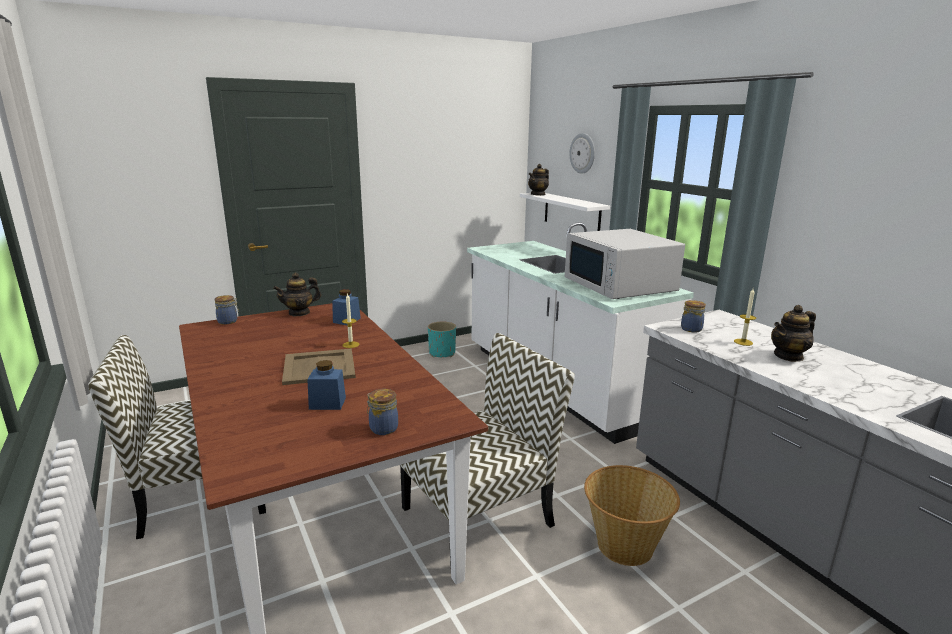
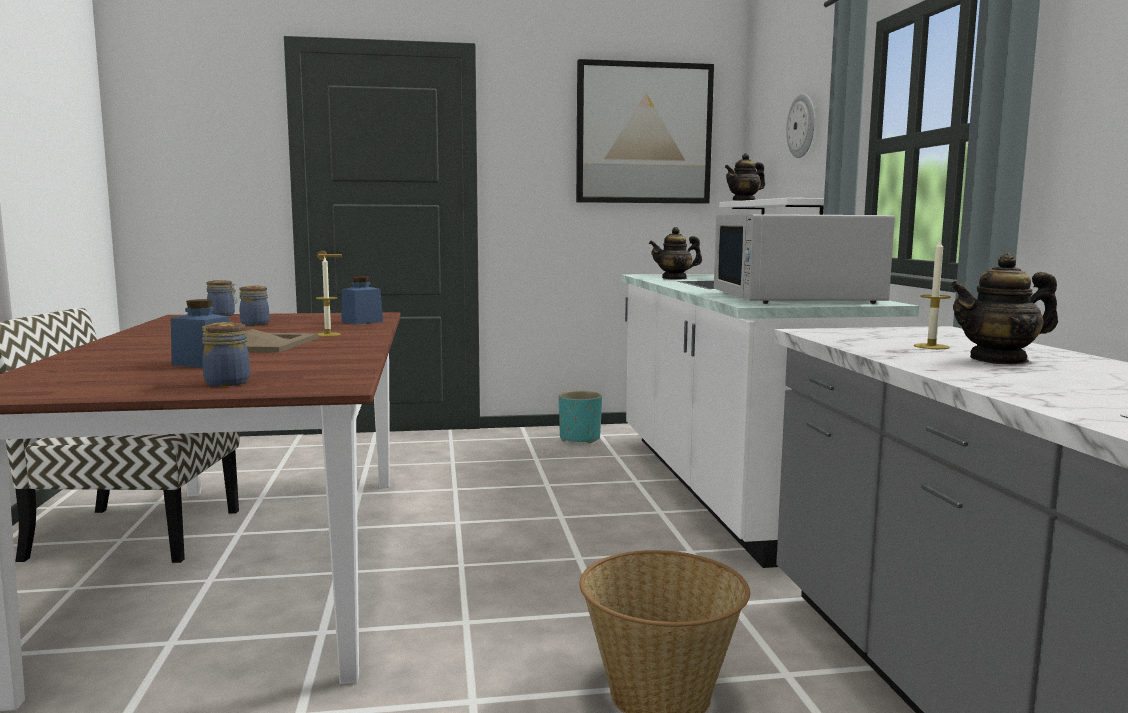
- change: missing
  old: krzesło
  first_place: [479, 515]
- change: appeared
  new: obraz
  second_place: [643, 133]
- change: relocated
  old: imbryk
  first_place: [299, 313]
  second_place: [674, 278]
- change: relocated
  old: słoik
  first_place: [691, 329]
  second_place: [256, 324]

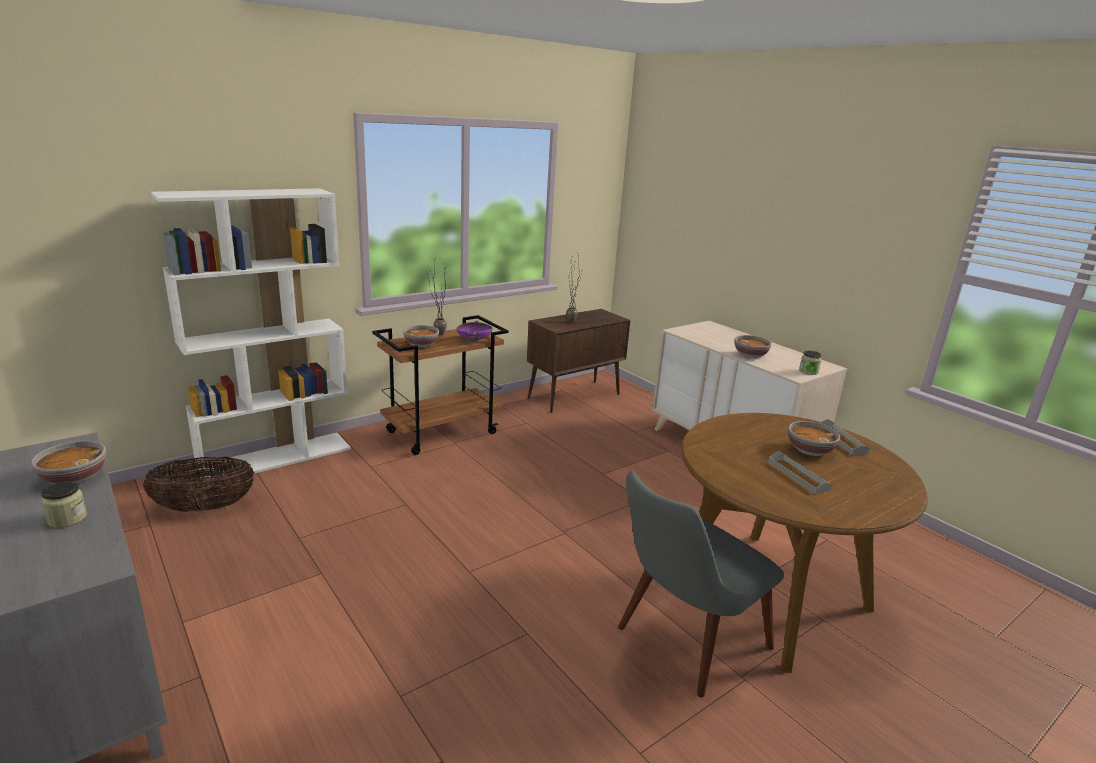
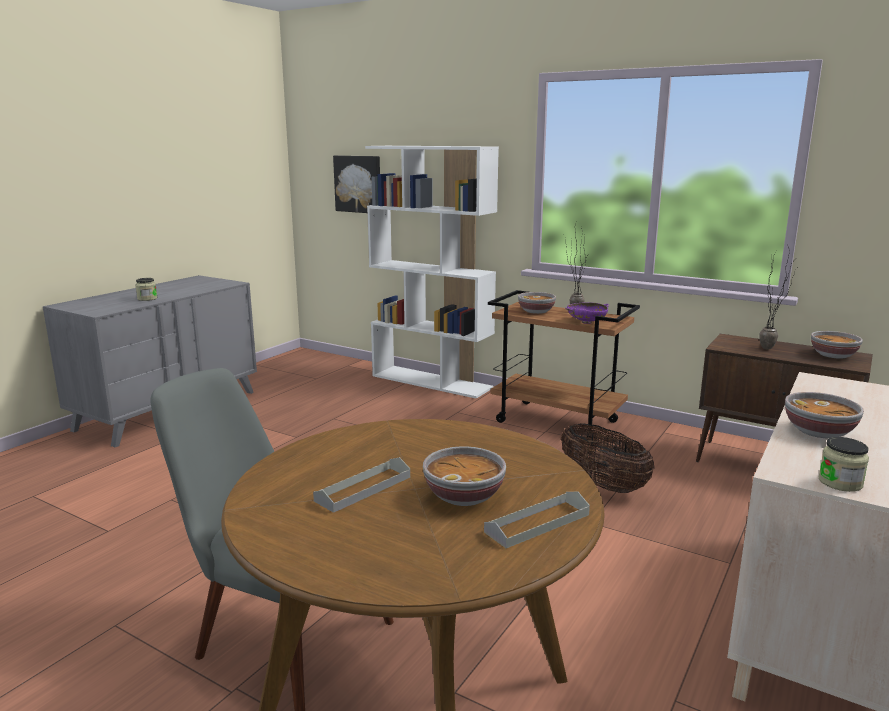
- change: appeared
  new: obraz
  second_place: [358, 184]
- change: relocated
  old: miska
  first_place: [73, 477]
  second_place: [832, 355]
- change: relocated
  old: koszyk
  first_place: [204, 507]
  second_place: [603, 484]

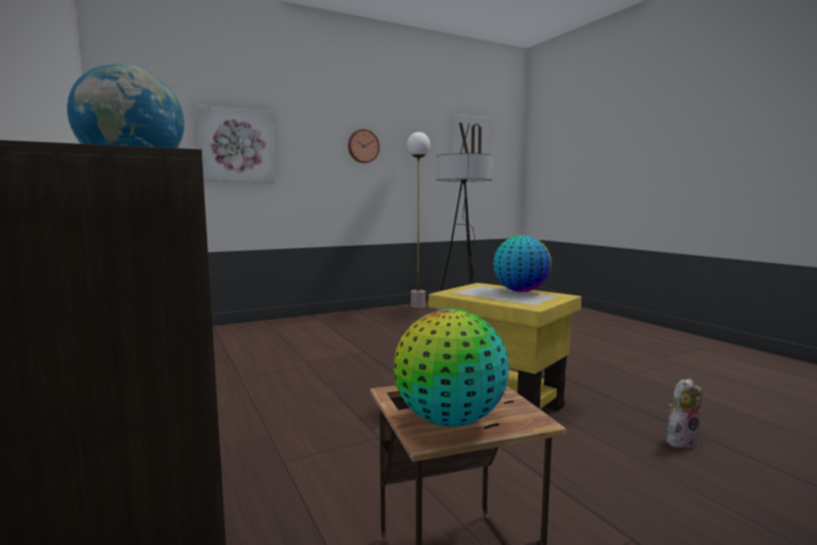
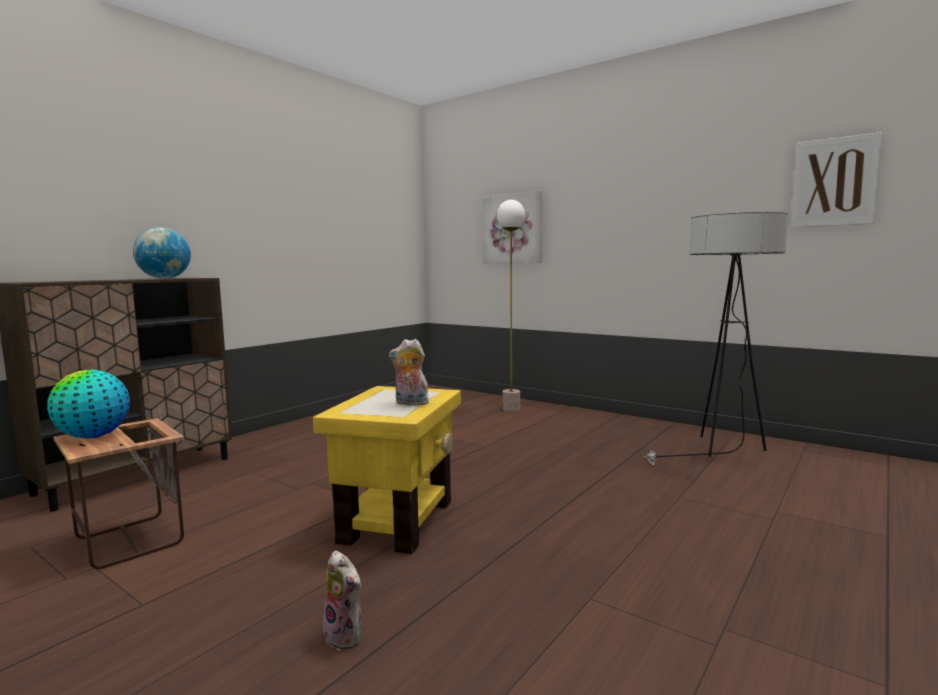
- change: missing
  old: zegar ścienny
  first_place: [363, 146]
- change: relocated
  old: lampa stojąca
  first_place: [418, 306]
  second_place: [511, 409]
- change: exchanged
  old: globus
  new: pluszak
  first_place: [520, 291]
  second_place: [410, 403]

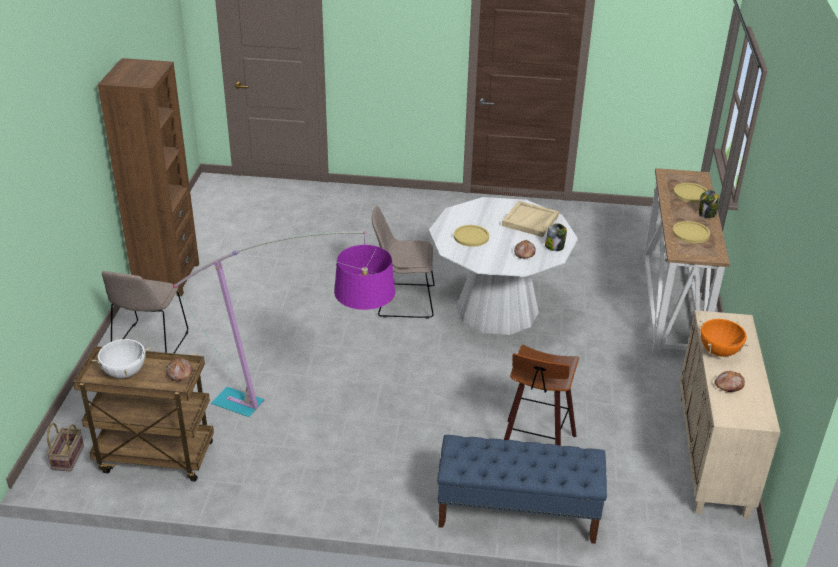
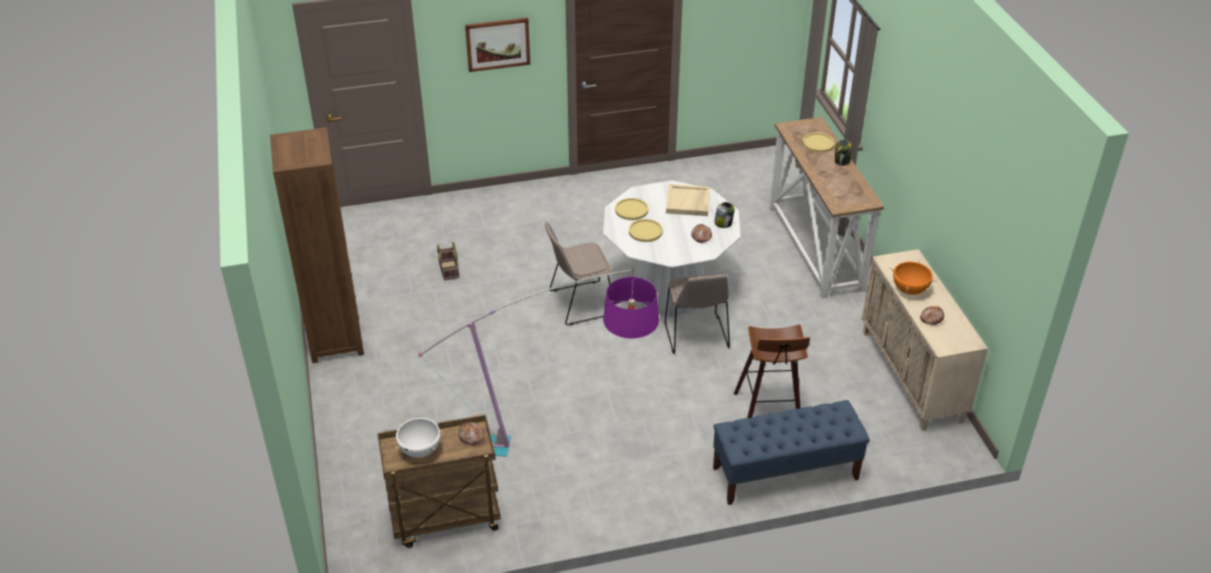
- change: appeared
  new: obraz
  second_place: [497, 44]
- change: relocated
  old: koszyk
  first_place: [67, 457]
  second_place: [448, 270]
- change: relocated
  old: krzesło/beżowy
  first_place: [149, 345]
  second_place: [696, 336]
- change: relocated
  old: talerz/żółty
  first_place: [691, 233]
  second_place: [631, 210]

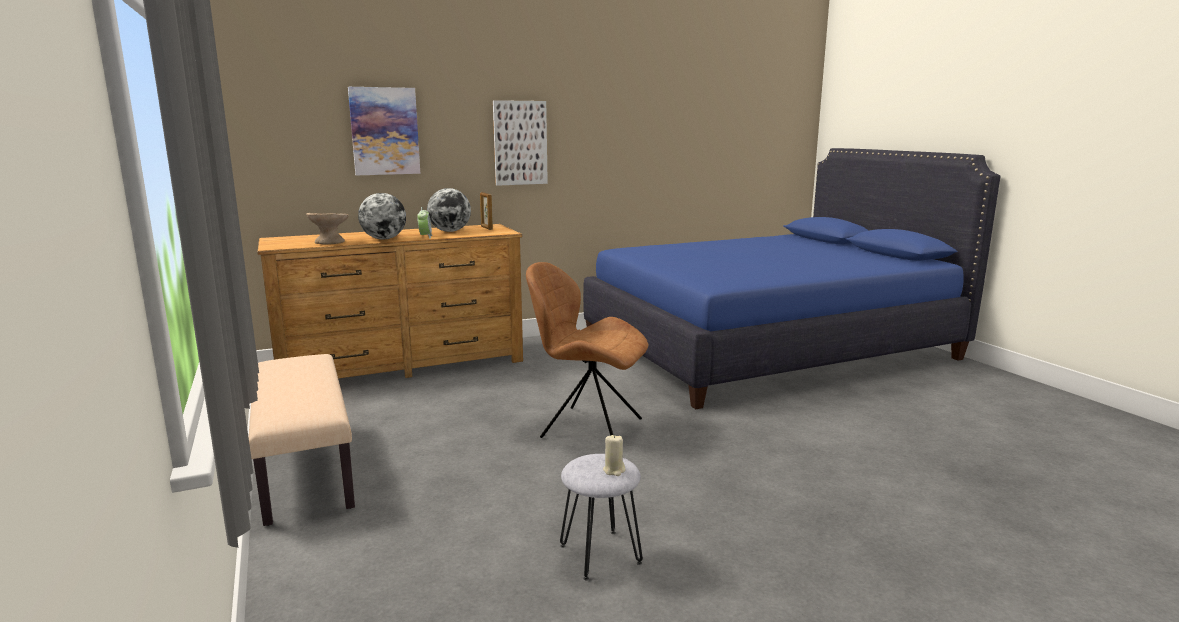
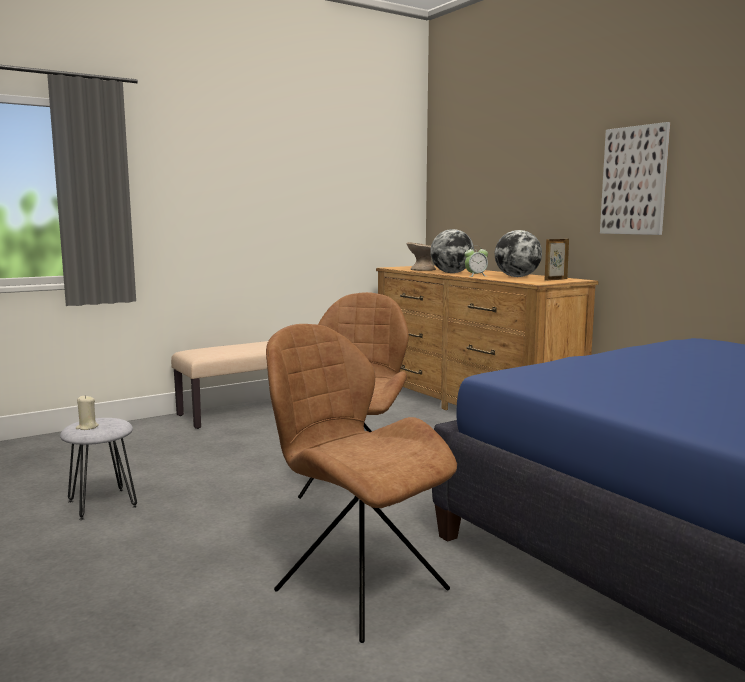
- change: missing
  old: obraz
  first_place: [384, 131]
- change: appeared
  new: krzesło/brązowy
  second_place: [357, 587]

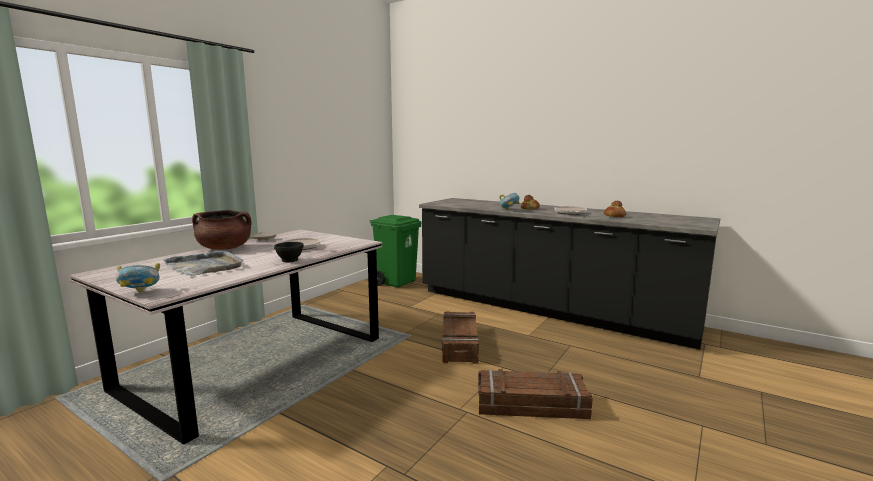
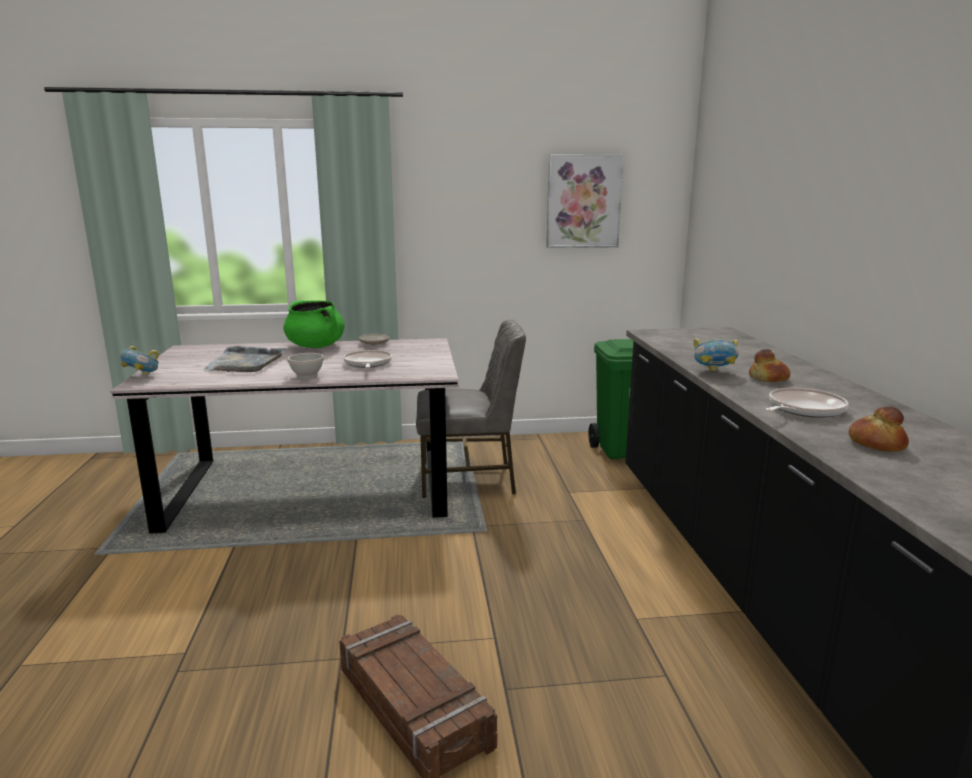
- change: missing
  old: skrzynka
  first_place: [460, 344]
- change: appeared
  new: krzesło/szary
  second_place: [469, 479]
- change: appeared
  new: obraz
  second_place: [583, 201]
- change: colour
  old: garnek/brązowy
  new: garnek/zielony
  first_place: [224, 248]
  second_place: [316, 346]
- change: colour
  old: miska/czarny
  new: miska/biały
  first_place: [289, 260]
  second_place: [306, 376]

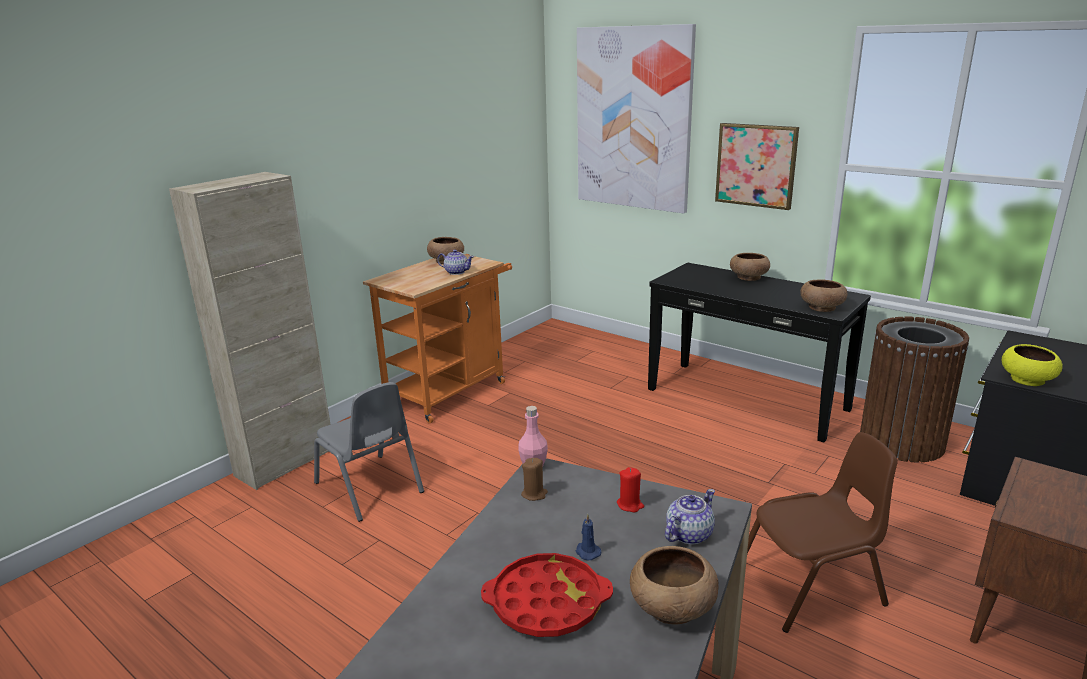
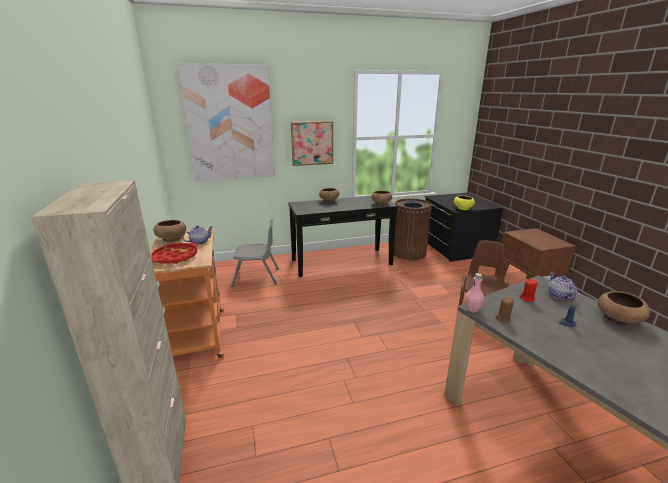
- change: relocated
  old: krzesło/szary
  first_place: [369, 487]
  second_place: [256, 277]
- change: relocated
  old: taca/czerwony
  first_place: [547, 602]
  second_place: [175, 257]

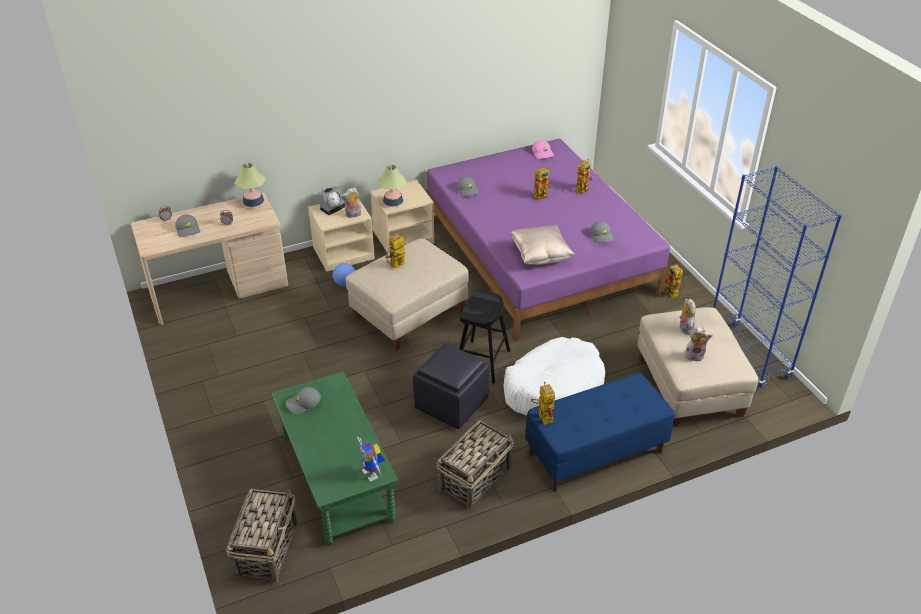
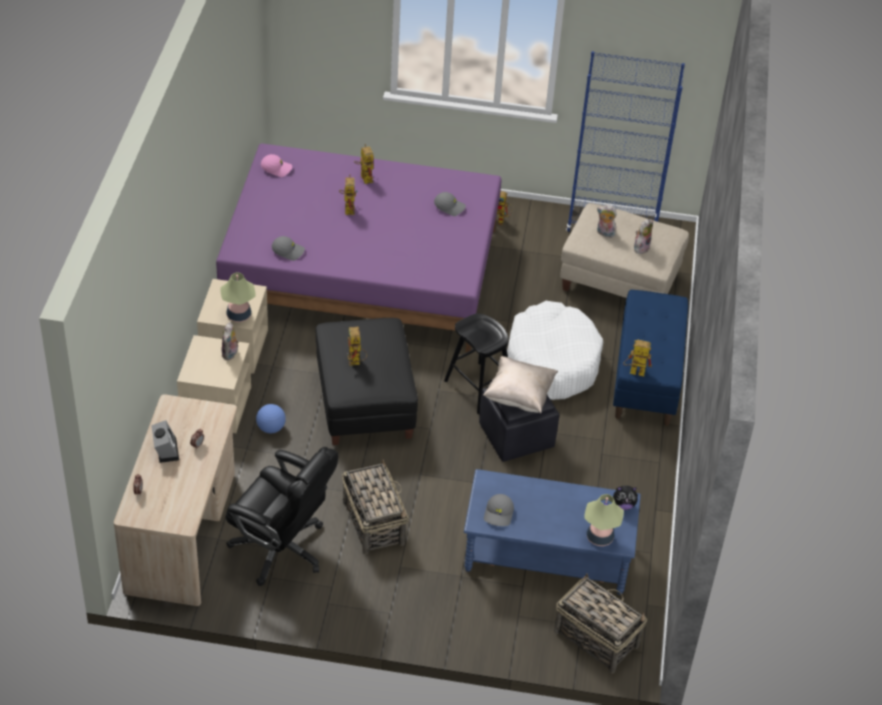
- change: missing
  old: czapka z daszkiem/szary
  first_place: [188, 229]
- change: appeared
  new: krzesło biurowe/czarny
  second_place: [281, 549]
- change: relocated
  old: lampa stołowa
  first_place: [253, 203]
  second_place: [599, 537]
- change: relocated
  old: budzik
  first_place: [332, 207]
  second_place: [165, 449]
- change: relocated
  old: koszyk
  first_place: [475, 478]
  second_place: [373, 522]
- change: relocated
  old: poduszka/beżowy
  first_place: [540, 256]
  second_place: [519, 396]
- change: exchanged
  old: robot zabawkowy
  new: pluszak
  first_place: [373, 474]
  second_place: [623, 505]
- change: colour
  old: ława/zielony
  new: ława/niebieski
  first_place: [337, 478]
  second_place: [547, 555]
- change: colour
  old: pufa/beżowy
  new: pufa/czarny
  first_place: [409, 314]
  second_place: [365, 404]

